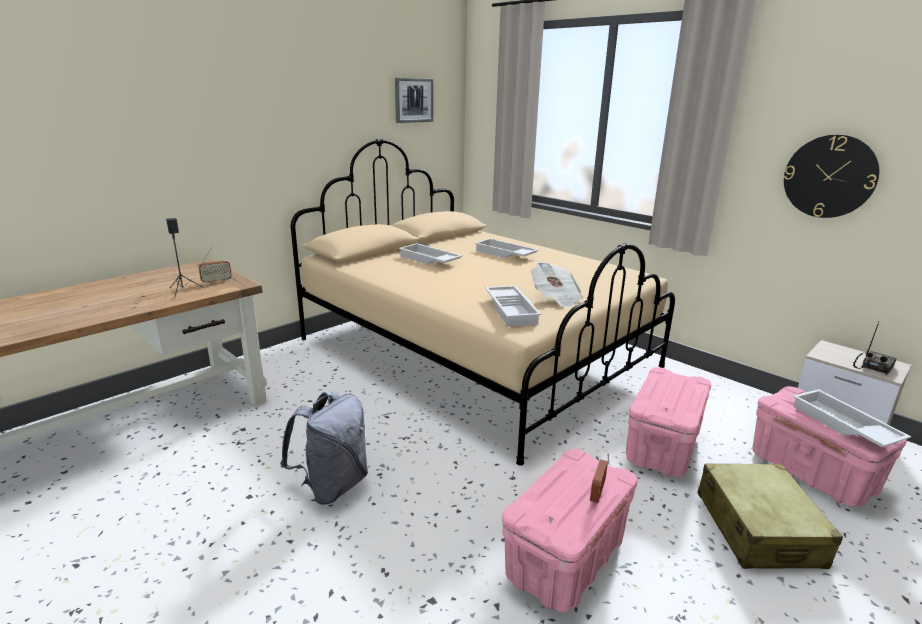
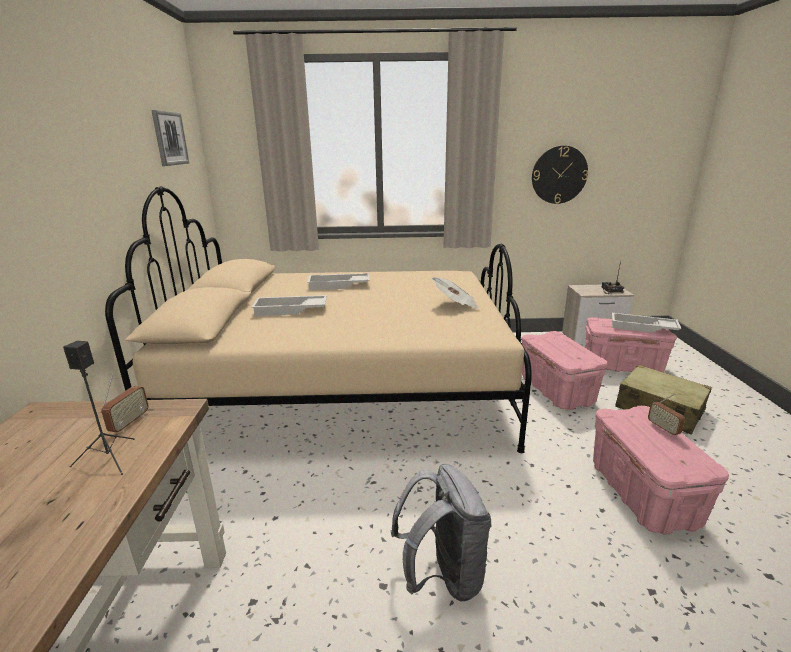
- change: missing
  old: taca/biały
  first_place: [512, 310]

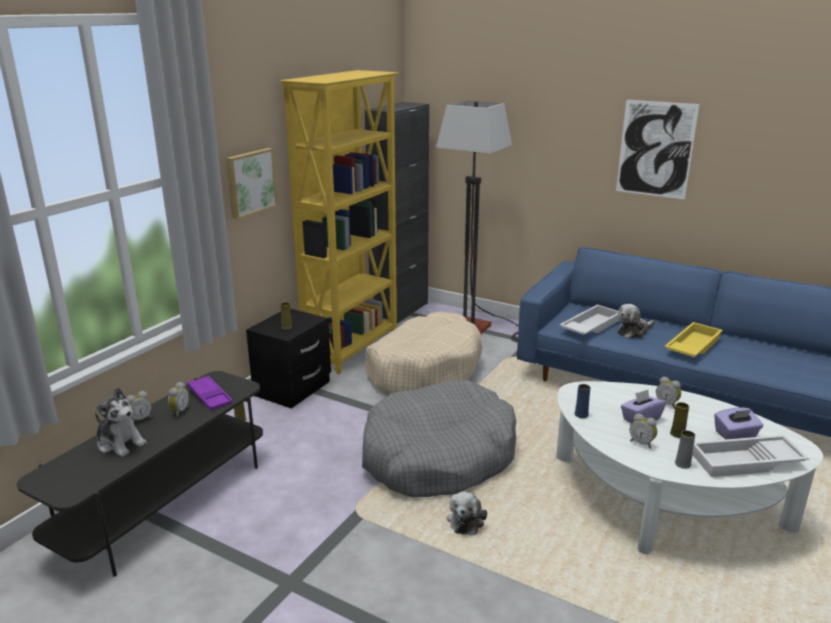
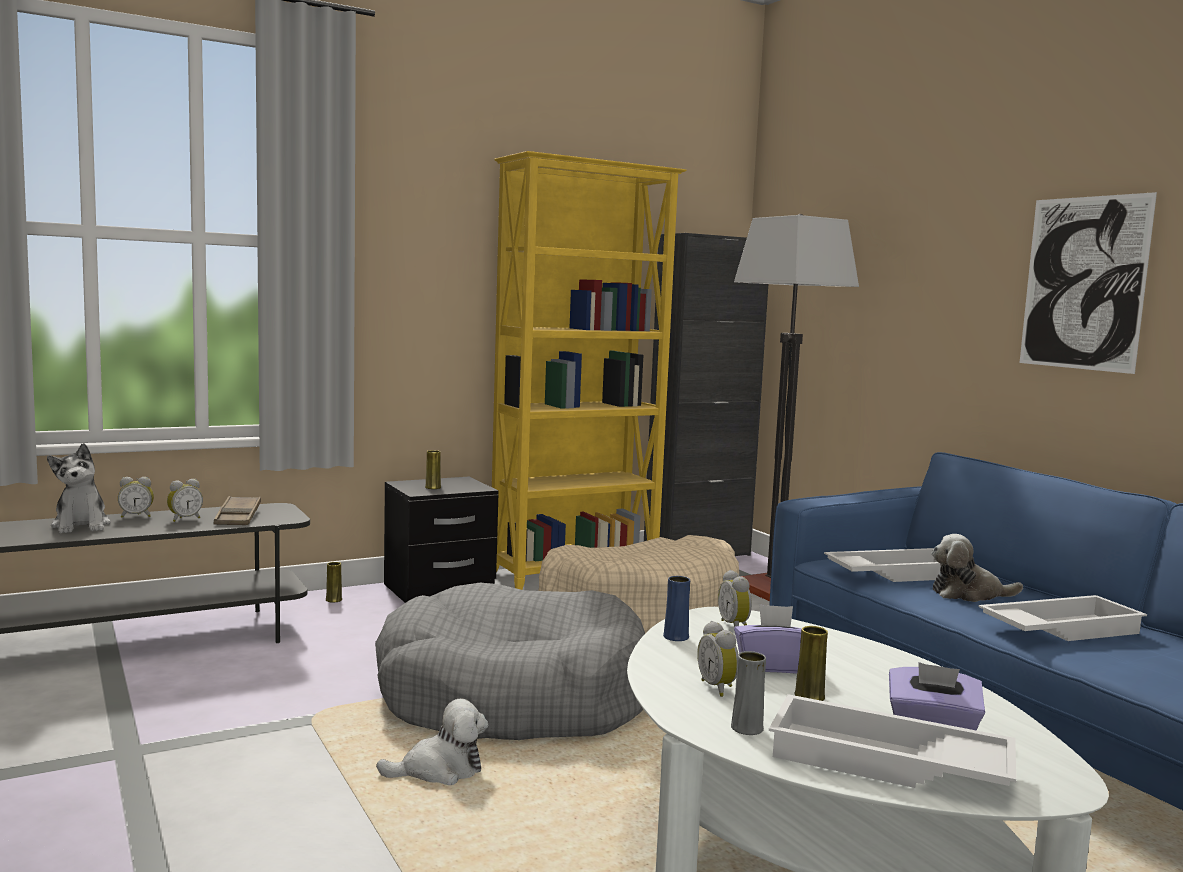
- change: missing
  old: obraz
  first_place: [250, 182]
- change: relocated
  old: budzik
  first_place: [667, 404]
  second_place: [735, 626]
- change: colour
  old: taca/fioletowy
  new: taca/brązowy
  first_place: [210, 396]
  second_place: [238, 517]
- change: colour
  old: taca/żółty
  new: taca/biały
  first_place: [691, 346]
  second_place: [1059, 629]
- change: spun
  old: pluszak
  first_place: [466, 520]
  second_place: [440, 771]
  degrees: -150

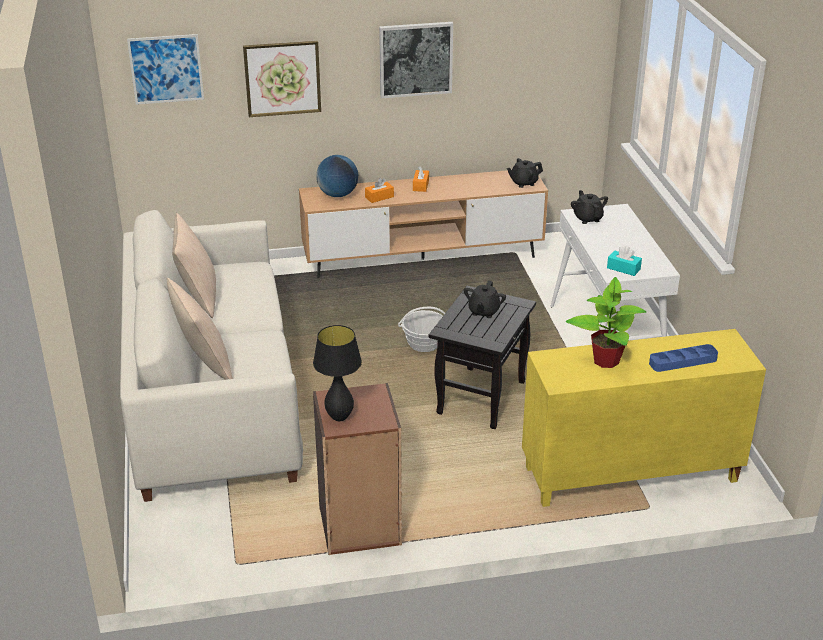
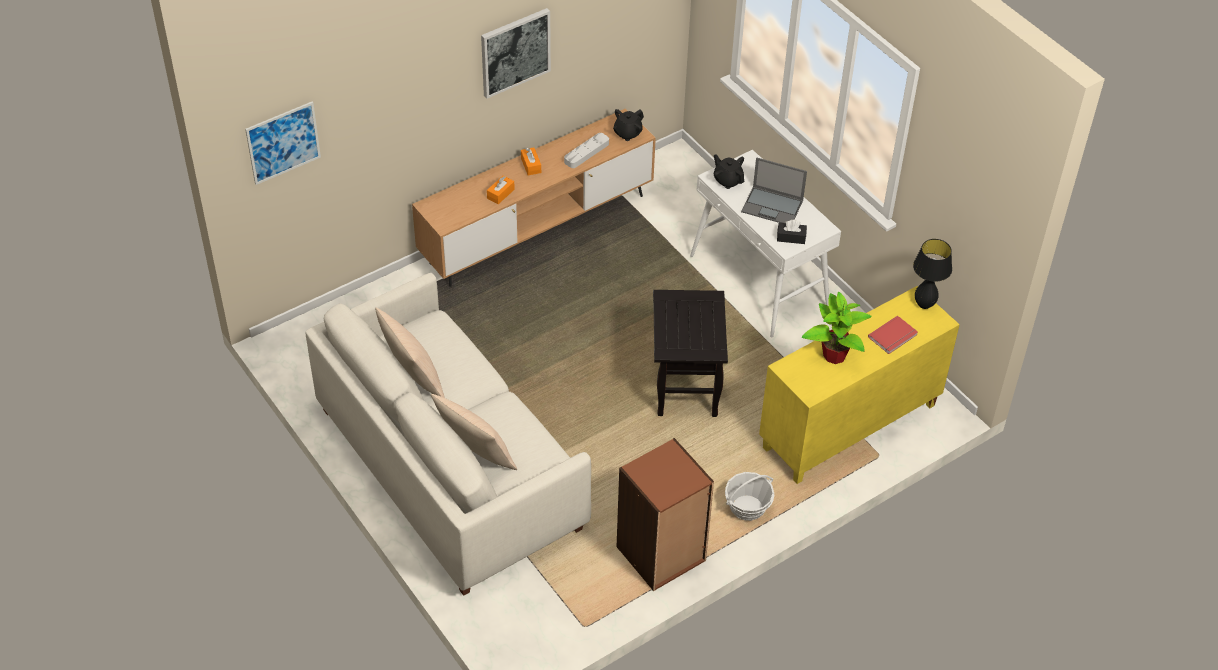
- change: missing
  old: obraz
  first_place: [282, 78]
- change: missing
  old: globus
  first_place: [337, 195]
- change: missing
  old: imbryk/czarny
  first_place: [483, 311]
- change: appeared
  new: taca/szary
  second_place: [586, 153]
- change: appeared
  new: laptop
  second_place: [773, 206]
- change: relocated
  old: lampa stołowa/czarny
  first_place: [339, 417]
  second_place: [924, 305]
- change: relocated
  old: koszyk
  first_place: [424, 344]
  second_place: [747, 508]
- change: exchanged
  old: taca/niebieski
  new: książka/czerwony
  first_place: [683, 361]
  second_place: [894, 336]
- change: colour
  old: pudełko chusteczek/turkusowy
  new: pudełko chusteczek/czarny
  first_place: [623, 268]
  second_place: [791, 237]

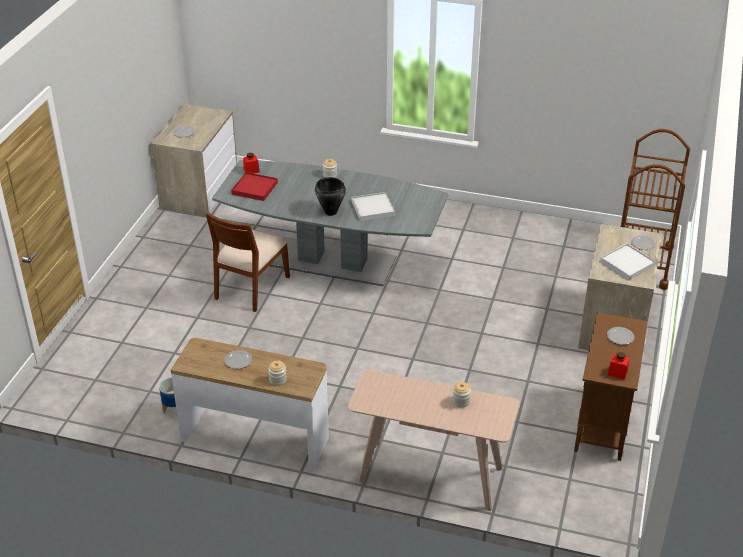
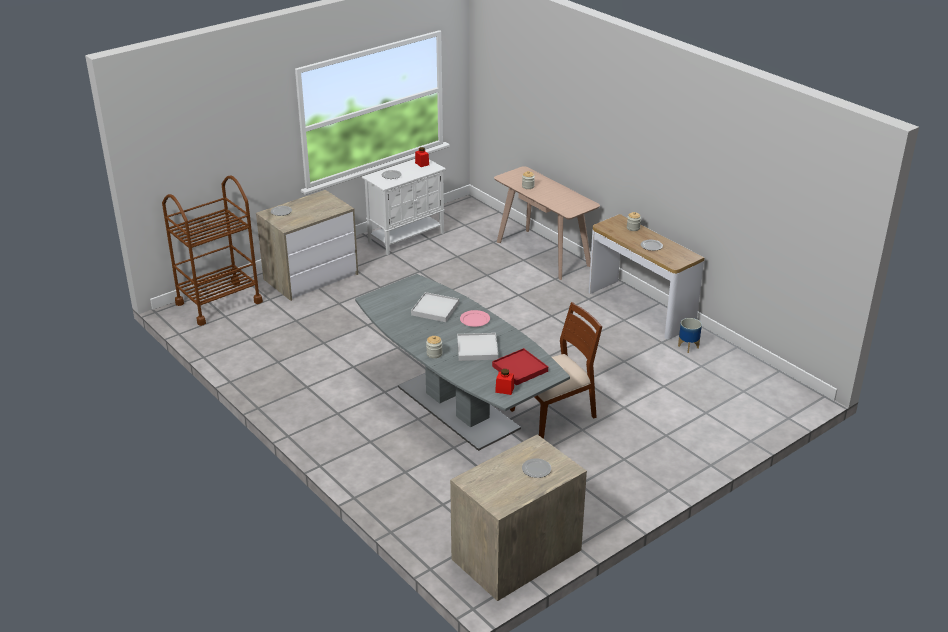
- change: relocated
  old: taca/biały
  first_place: [627, 264]
  second_place: [477, 349]
- change: exchanged
  old: garnek/czarny
  new: talerz/różowy
  first_place: [330, 212]
  second_place: [475, 320]
- change: colour
  old: szafka/brązowy
  new: szafka/biały
  first_place: [603, 423]
  second_place: [406, 237]

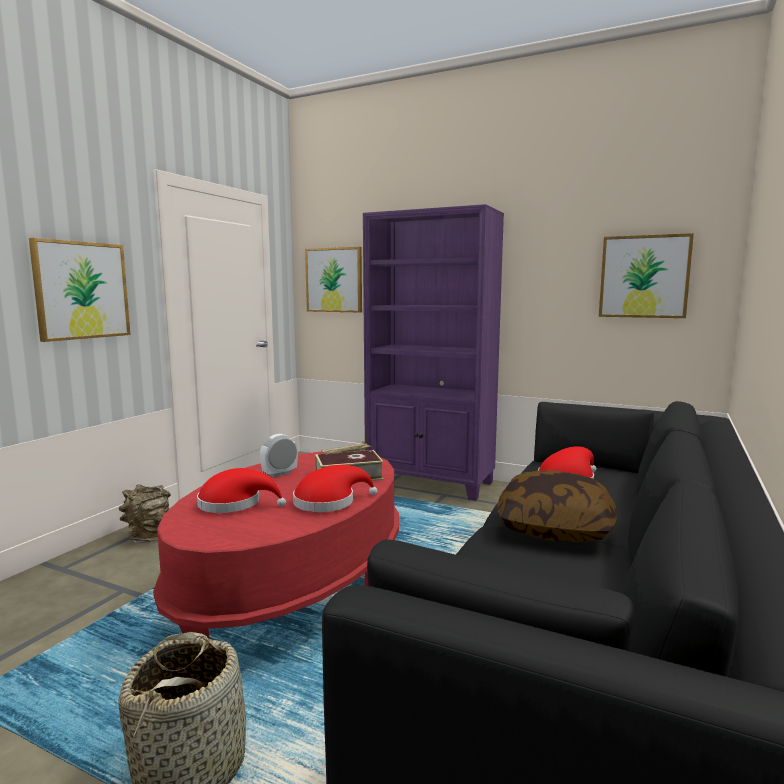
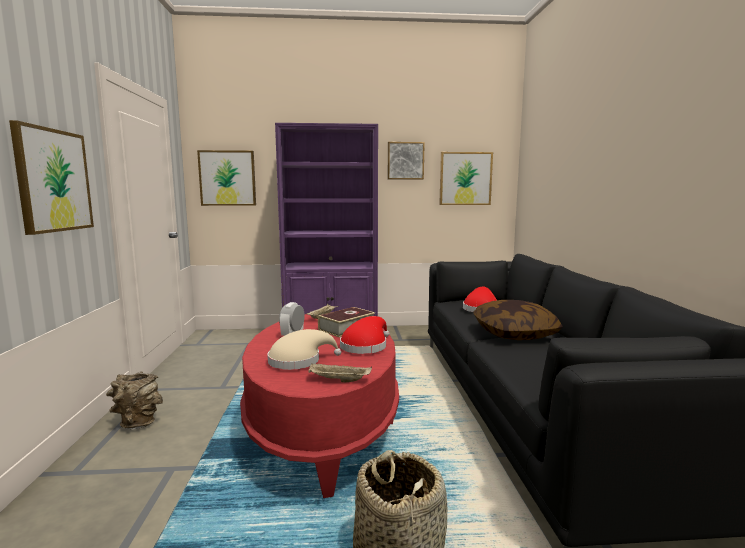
- change: appeared
  new: taca/beżowy
  second_place: [338, 380]
- change: appeared
  new: obraz
  second_place: [405, 161]
- change: colour
  old: kapelusz/czerwony
  new: kapelusz/beżowy
  first_place: [235, 504]
  second_place: [299, 361]

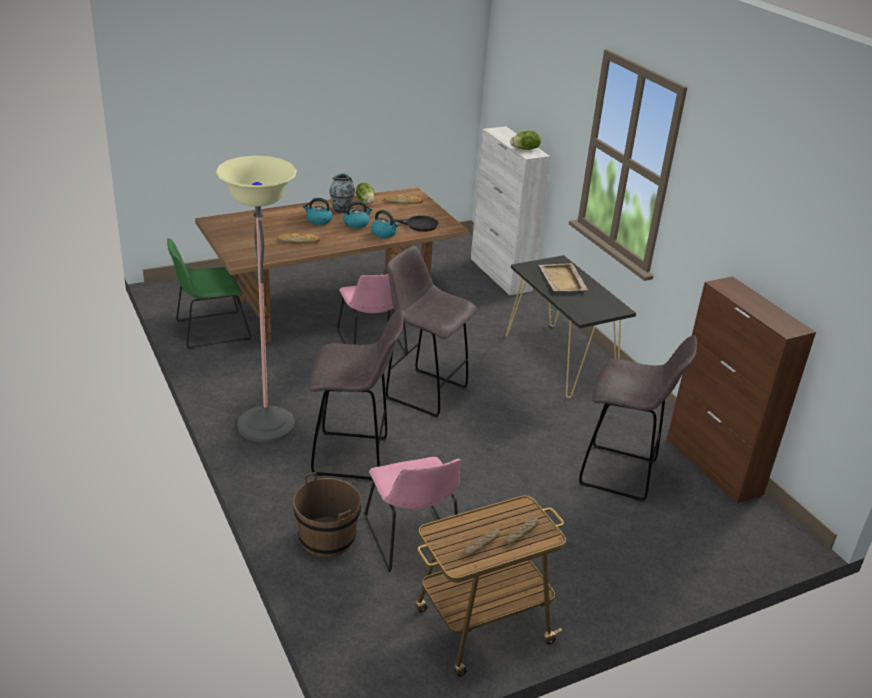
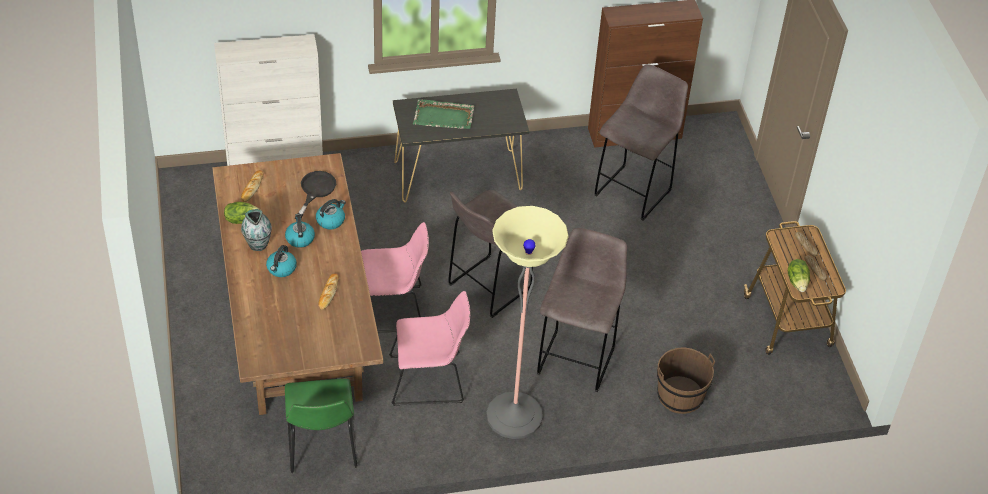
- change: relocated
  old: krzesło/różowy
  first_place: [412, 540]
  second_place: [430, 379]
- change: relocated
  old: sałata
  first_place: [525, 149]
  second_place: [797, 282]
- change: colour
  old: taca/beżowy
  new: taca/zielony
  first_place: [562, 280]
  second_place: [444, 116]

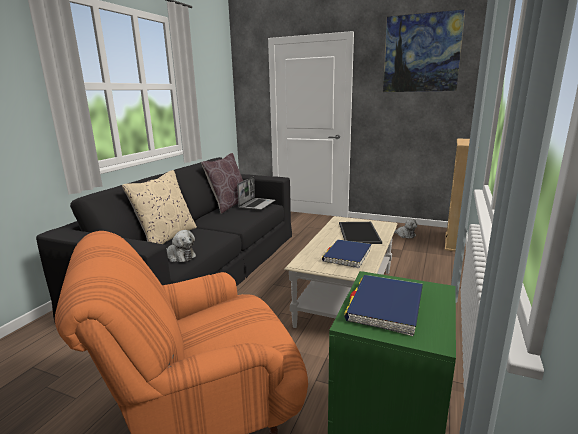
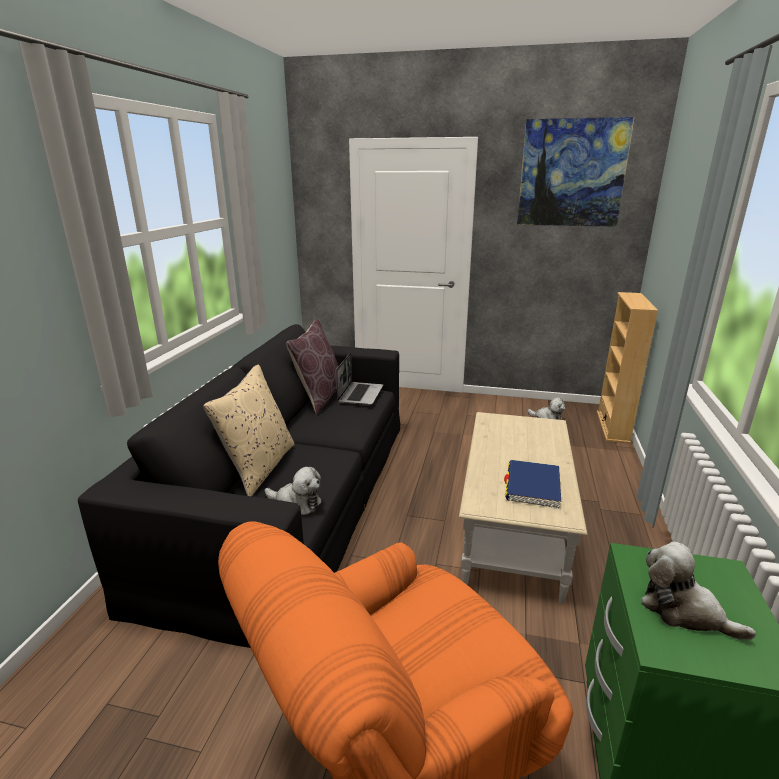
- change: missing
  old: taca
  first_place: [357, 232]
- change: exchanged
  old: książka/niebieski
  new: pluszak
  first_place: [385, 306]
  second_place: [683, 611]

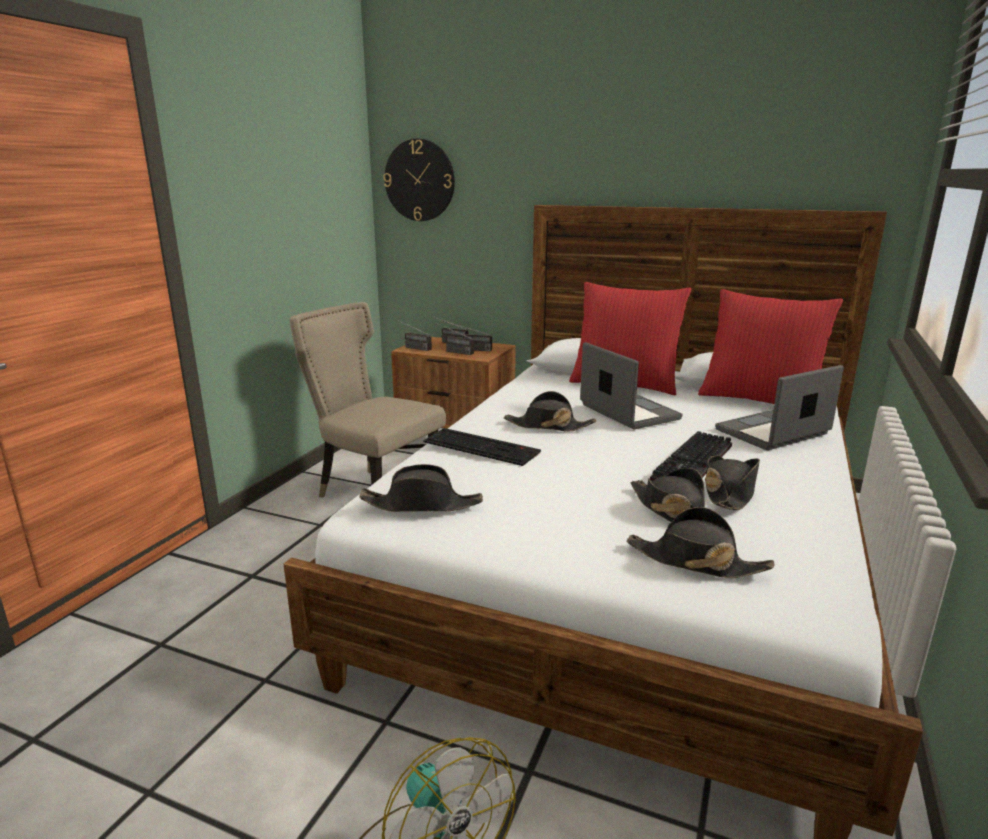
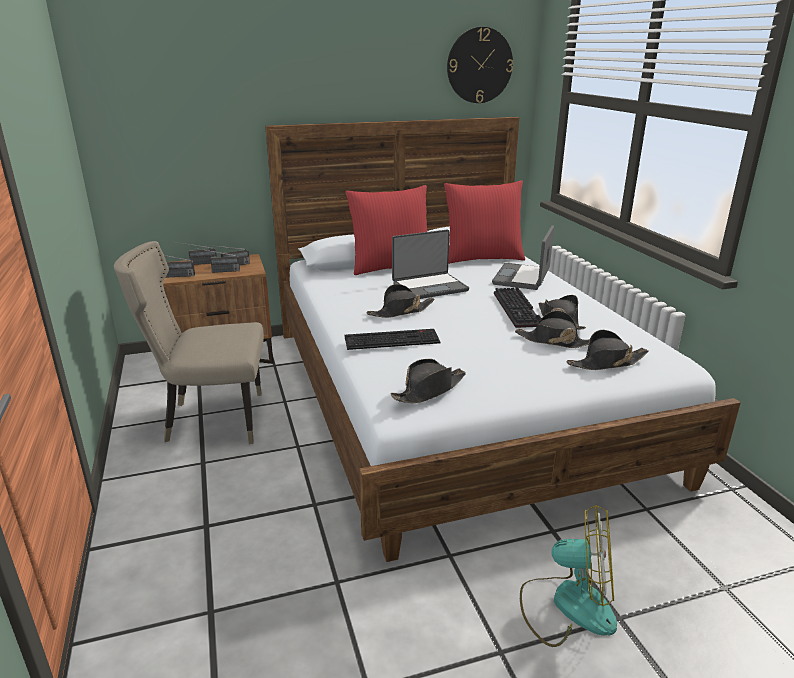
- change: relocated
  old: zegar ścienny
  first_place: [419, 180]
  second_place: [479, 65]
- change: spun
  old: laptop
  first_place: [627, 412]
  second_place: [429, 287]
  degrees: 135

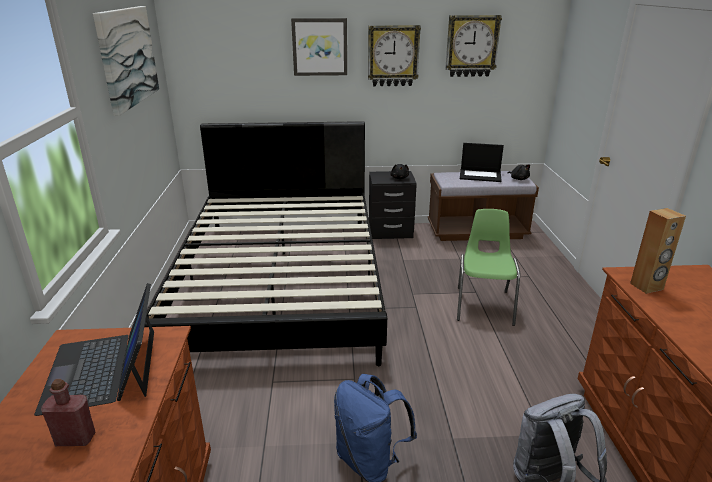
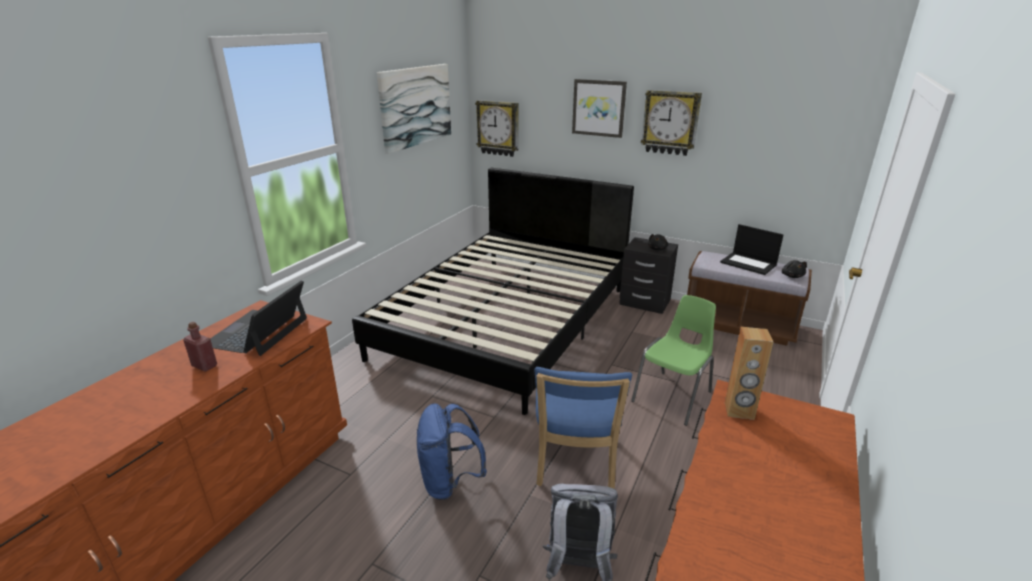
- change: appeared
  new: krzesło/niebieski
  second_place: [575, 463]
- change: relocated
  old: zegar ścienny
  first_place: [471, 46]
  second_place: [498, 128]

